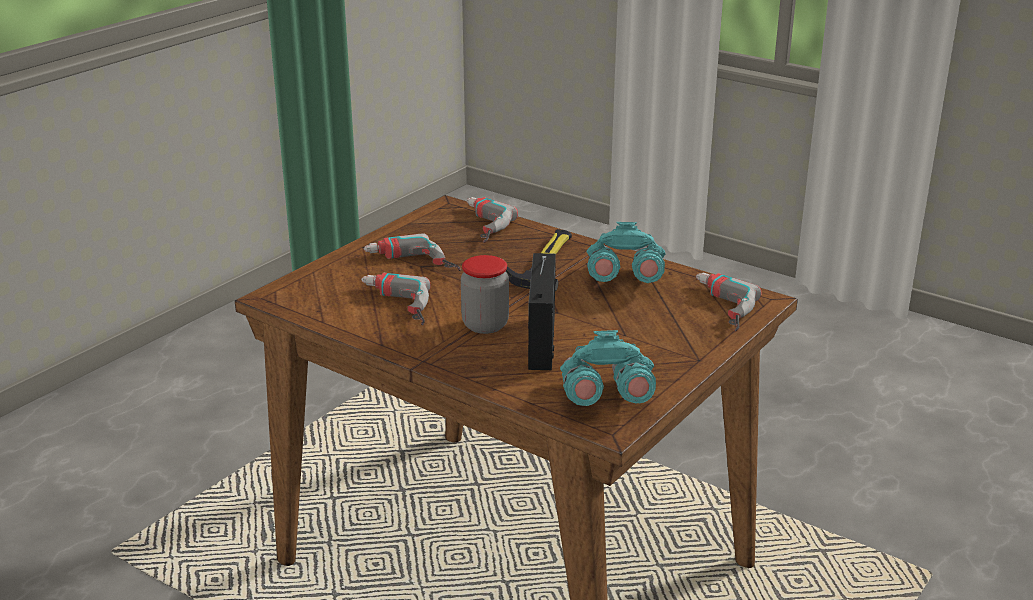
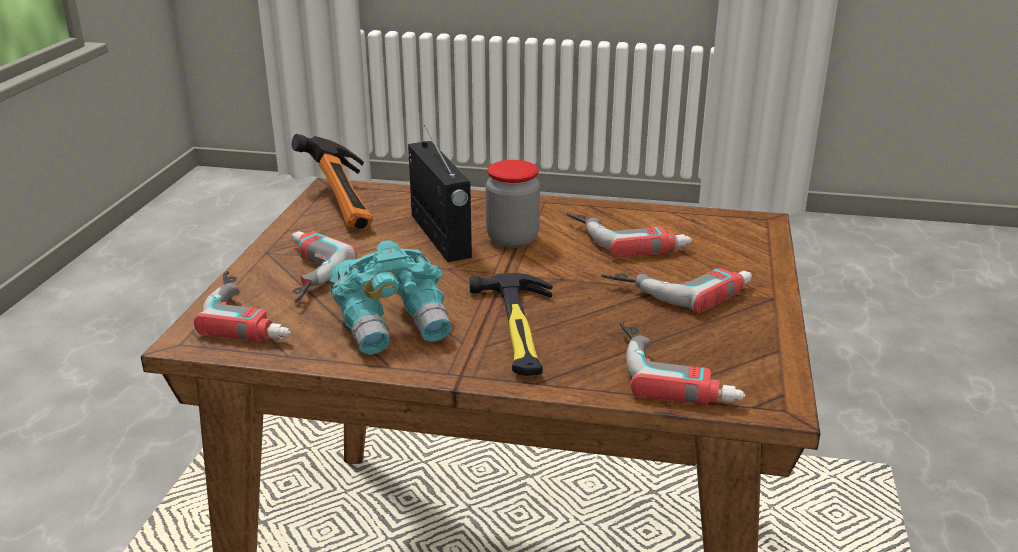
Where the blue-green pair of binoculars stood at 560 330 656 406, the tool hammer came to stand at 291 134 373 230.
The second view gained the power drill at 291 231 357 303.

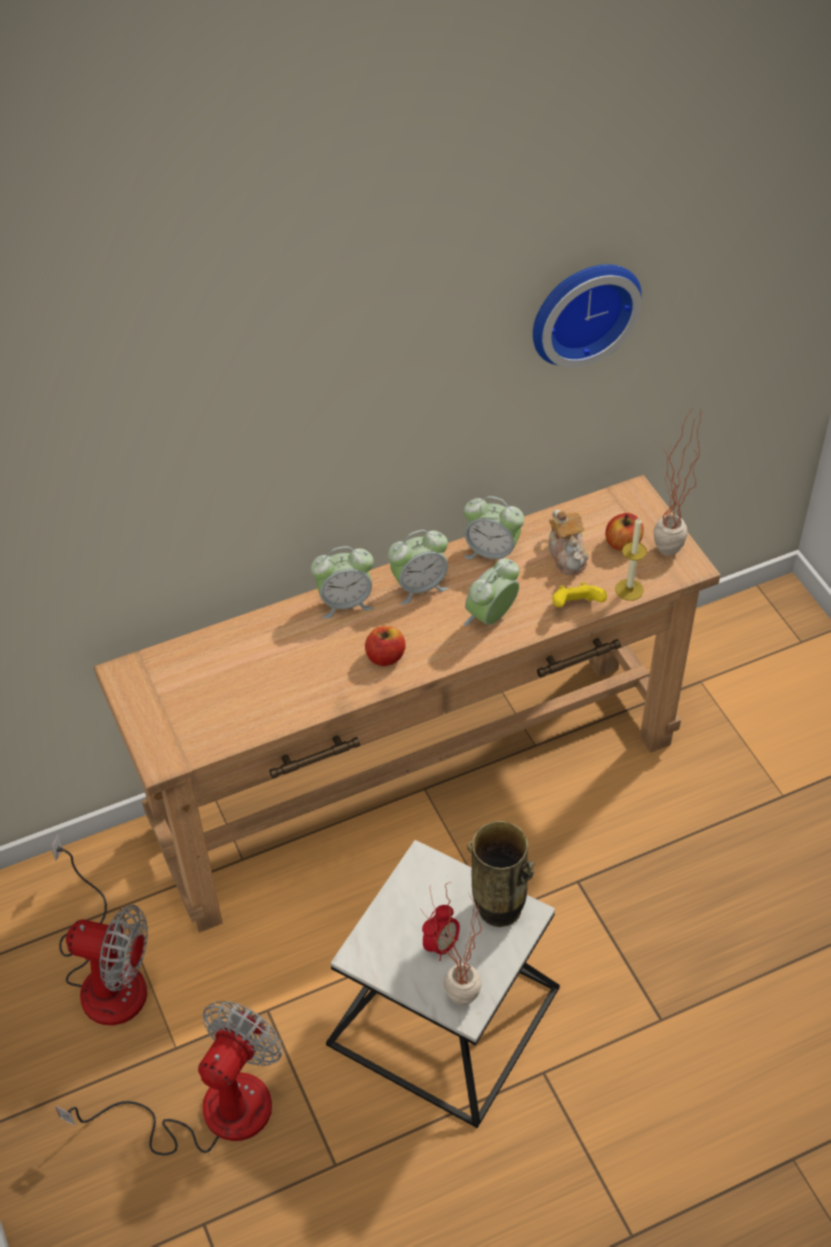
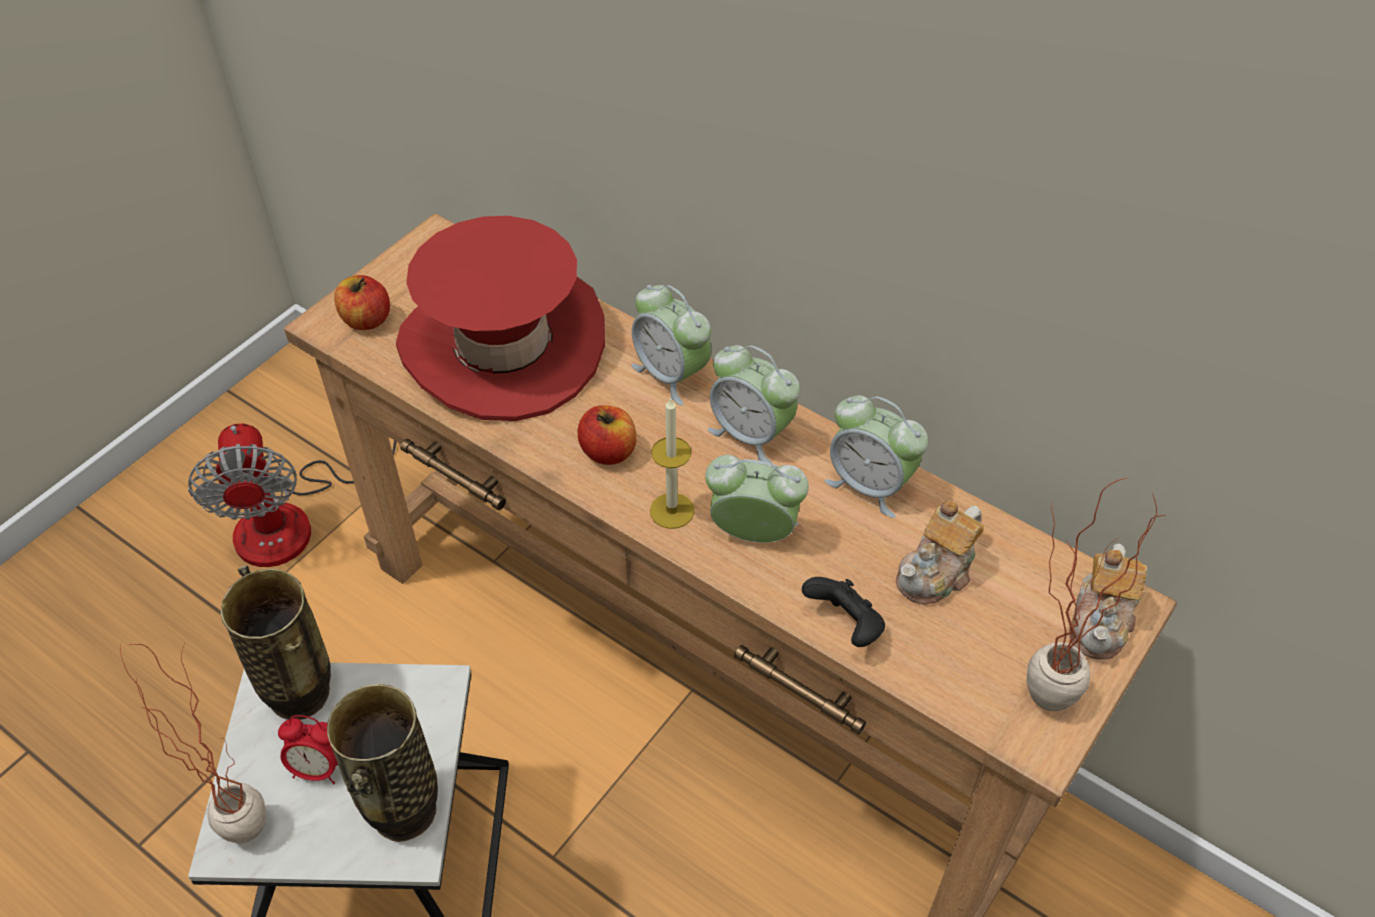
The second view gained the vase at 221 565 331 720.
The apple fruit ended up elsewhere, having gone from 605 513 644 551 to 334 275 390 330.
The second view gained the reddish clothing hat at 396 216 605 421.
The wax candle ended up elsewhere, having gone from 615 517 647 601 to 650 397 695 529.
What was the yellowish game controller at 553 582 607 608 turned into the black game controller at 802 577 885 647.
The alarm clock at 464 496 524 560 ended up facing another way, 45 degrees counterclockwise from before.
The second view gained the teapot at 1069 544 1147 659.
The second view lost the electric fan at 55 1001 282 1155.
The second view lost the clock on the wall at 533 264 642 368.

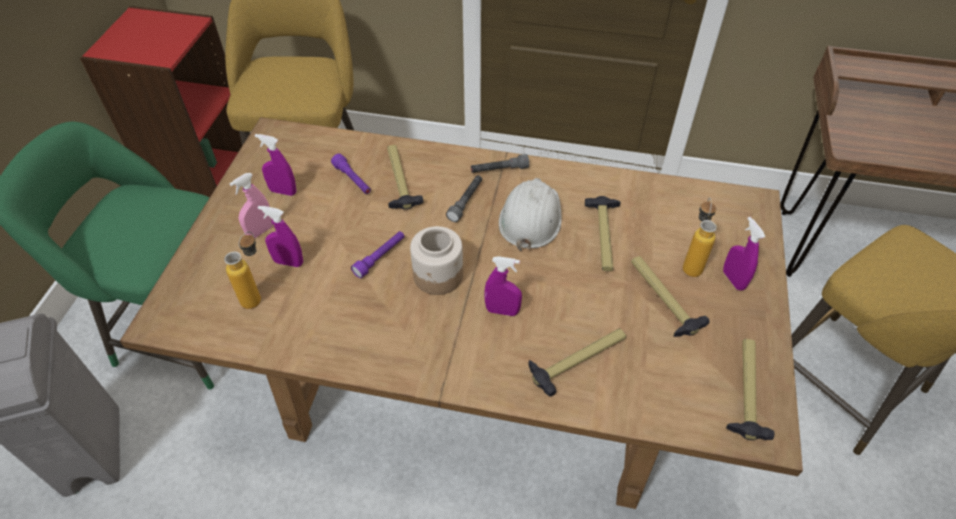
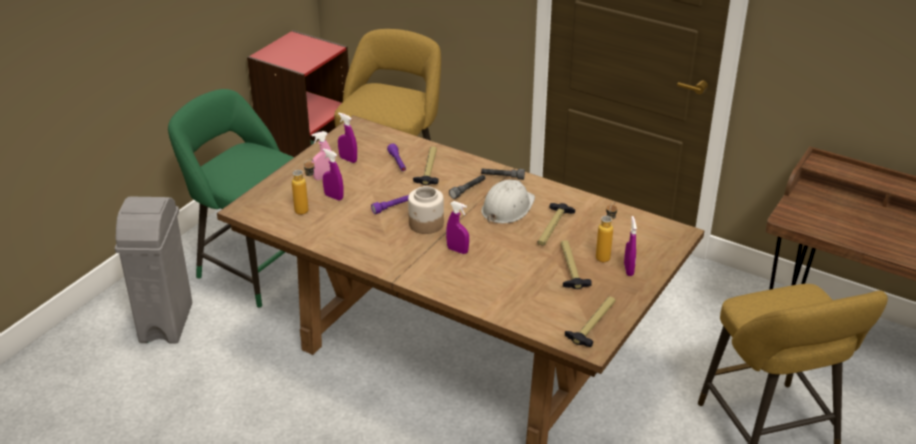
The second view lost the tool hammer at 528 328 626 397.

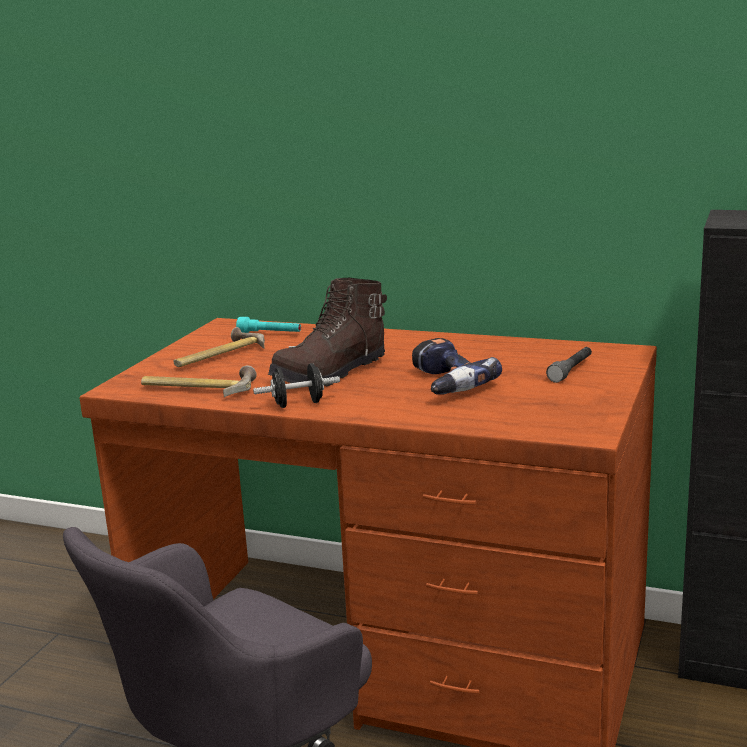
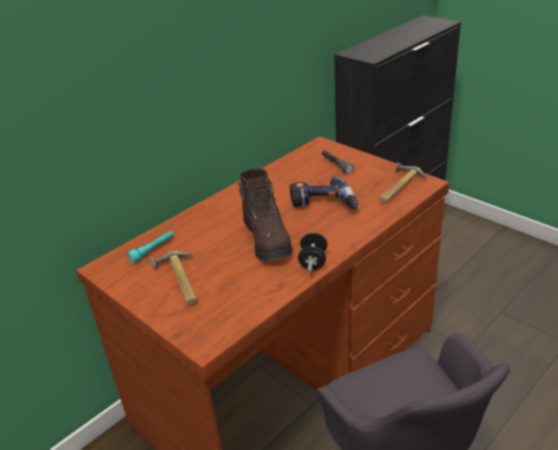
The tool hammer ended up elsewhere, having gone from 141 366 257 397 to 379 162 426 202.

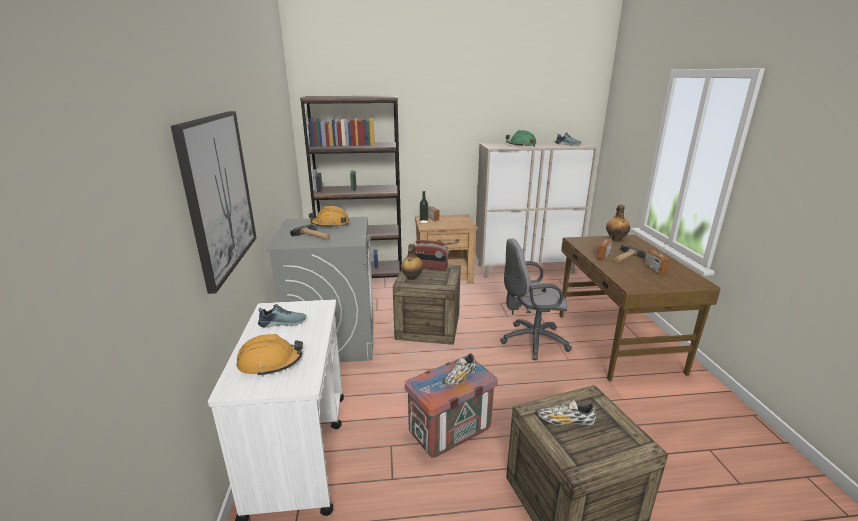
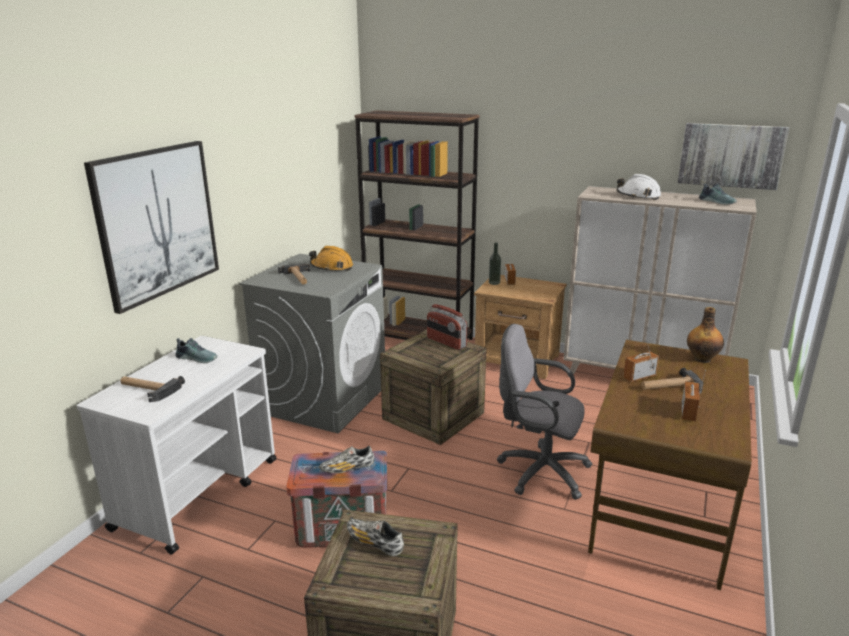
Where the orangey work helmet stood at 237 334 303 377, the tool hammer came to stand at 120 376 185 402.
What was the green work helmet at 506 130 536 147 turned into the white work helmet at 617 174 661 200.
The second view gained the wall art at 677 123 789 190.
The second view lost the beverage bottle at 401 244 423 280.

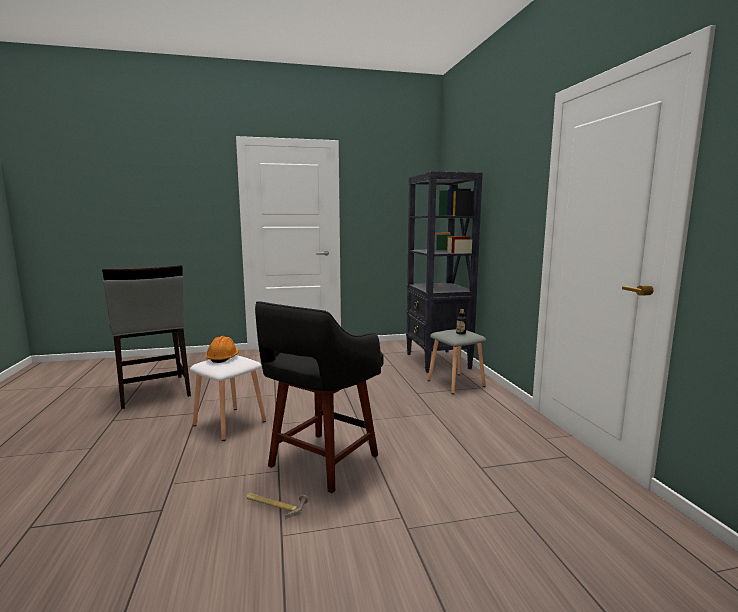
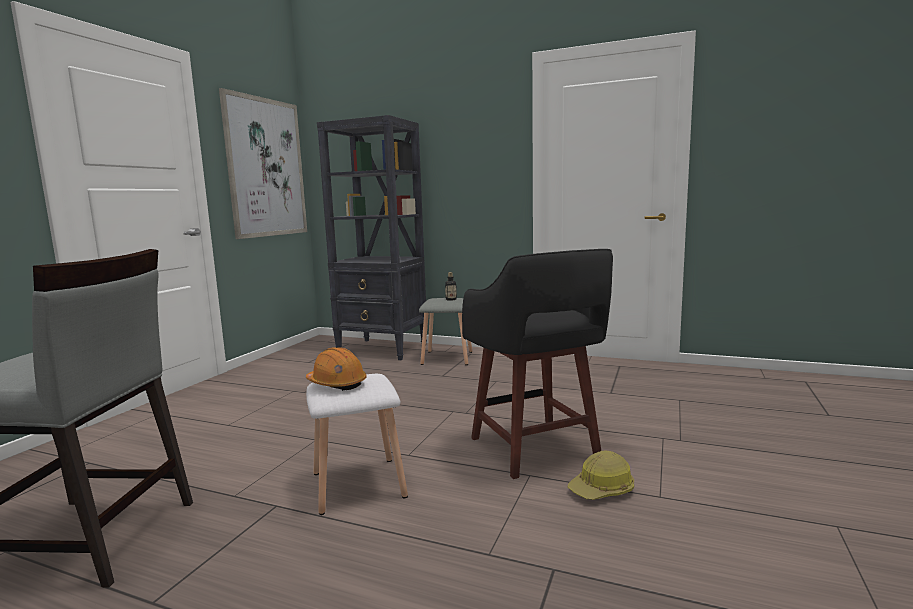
The second view gained the wall art at 219 88 307 239.
Where the tool hammer stood at 246 493 308 519, the work helmet came to stand at 568 451 634 500.

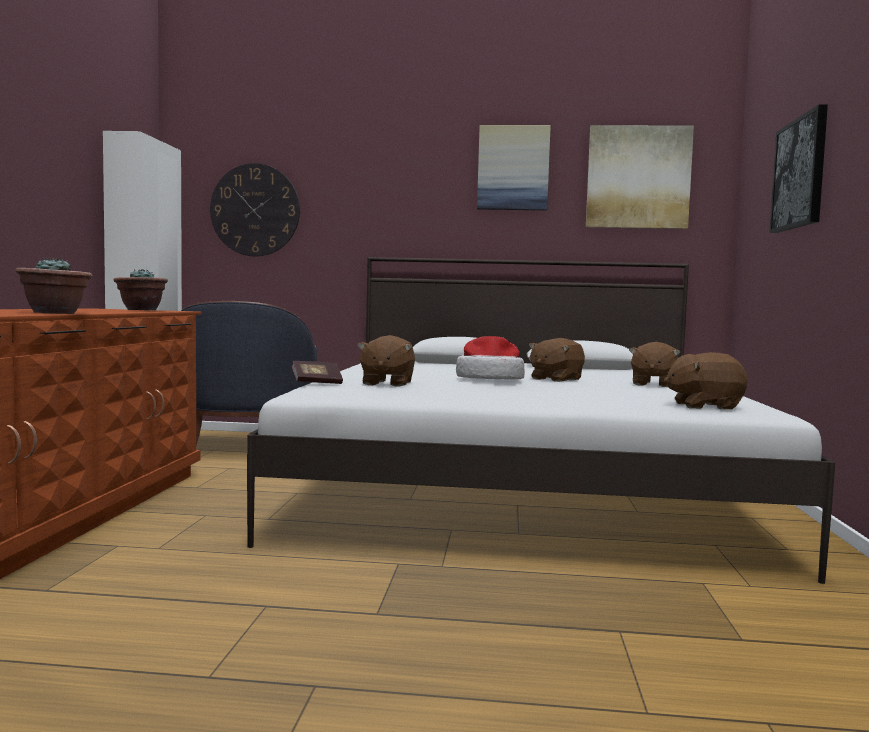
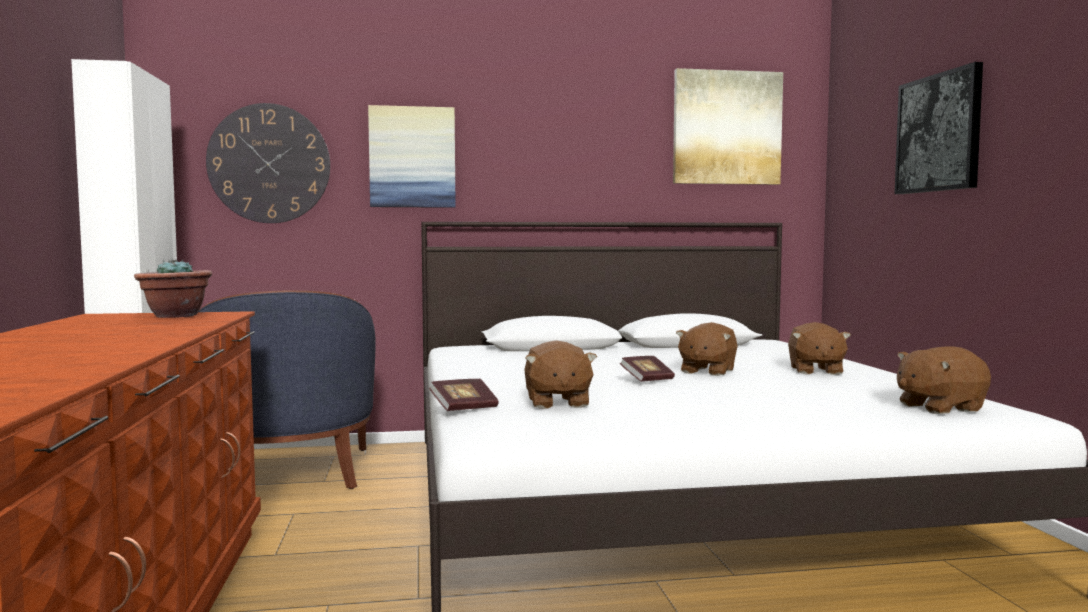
The wall art ended up elsewhere, having gone from 477 125 551 210 to 368 105 456 208.
Where the clothing hat stood at 456 336 524 380, the volume came to stand at 620 356 675 382.
The second view lost the houseplant at 15 257 92 314.

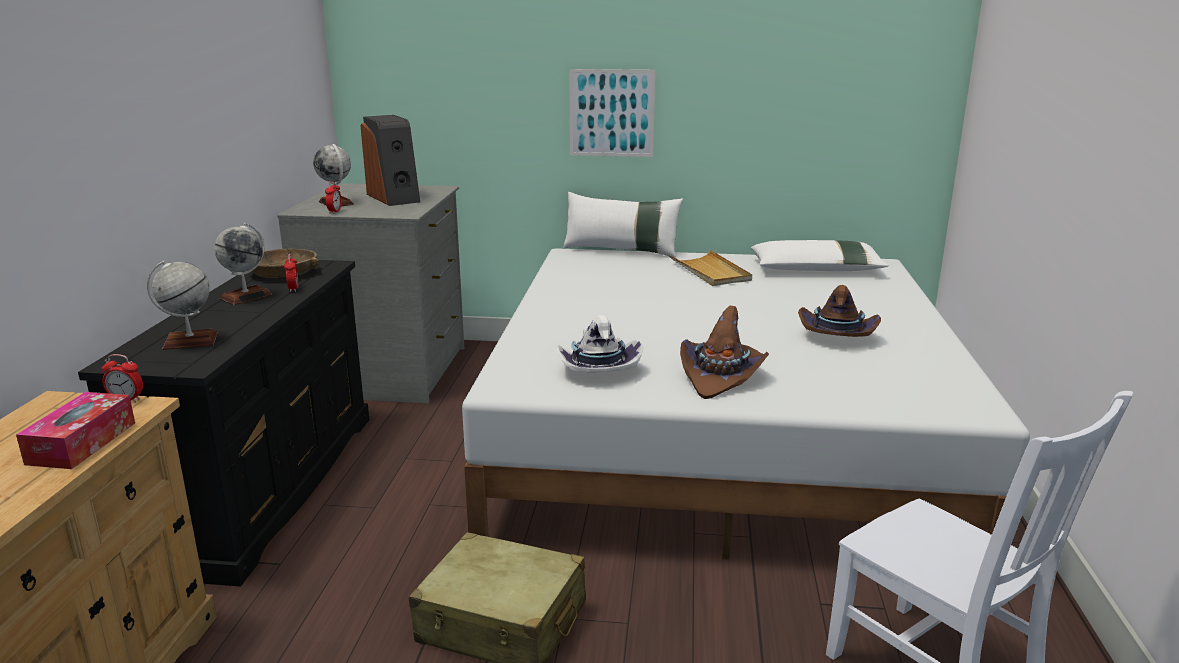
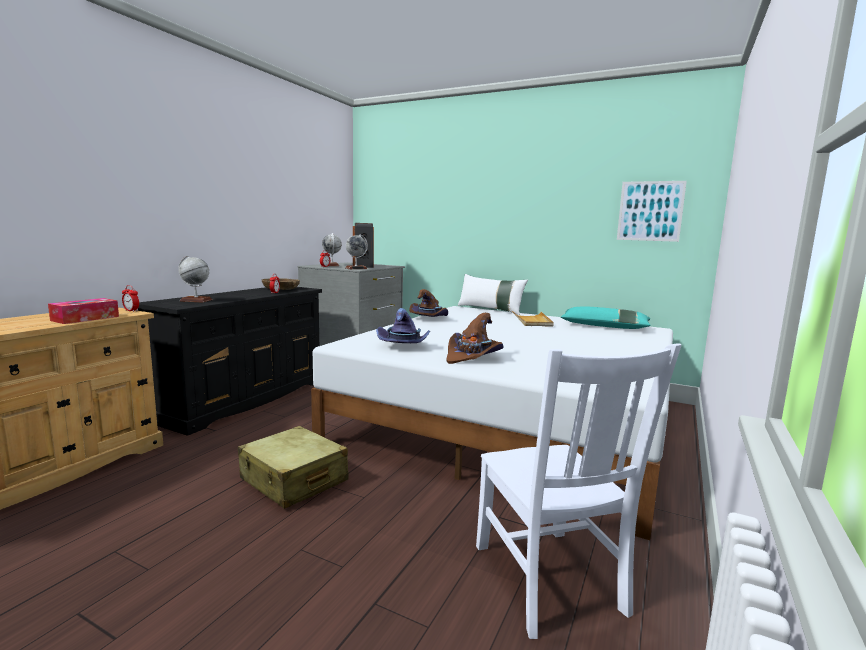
The desk globe ended up elsewhere, having gone from 214 223 272 305 to 345 234 368 269.
What was the white clothing hat at 556 315 643 372 turned into the purple-coloured clothing hat at 376 308 430 343.
The brown-coloured clothing hat ended up elsewhere, having gone from 798 285 881 337 to 409 289 448 317.
What was the white pillow at 751 240 889 271 turned into the blue-green pillow at 561 307 651 329.
The wall art ended up elsewhere, having gone from 569 69 656 157 to 617 181 687 242.

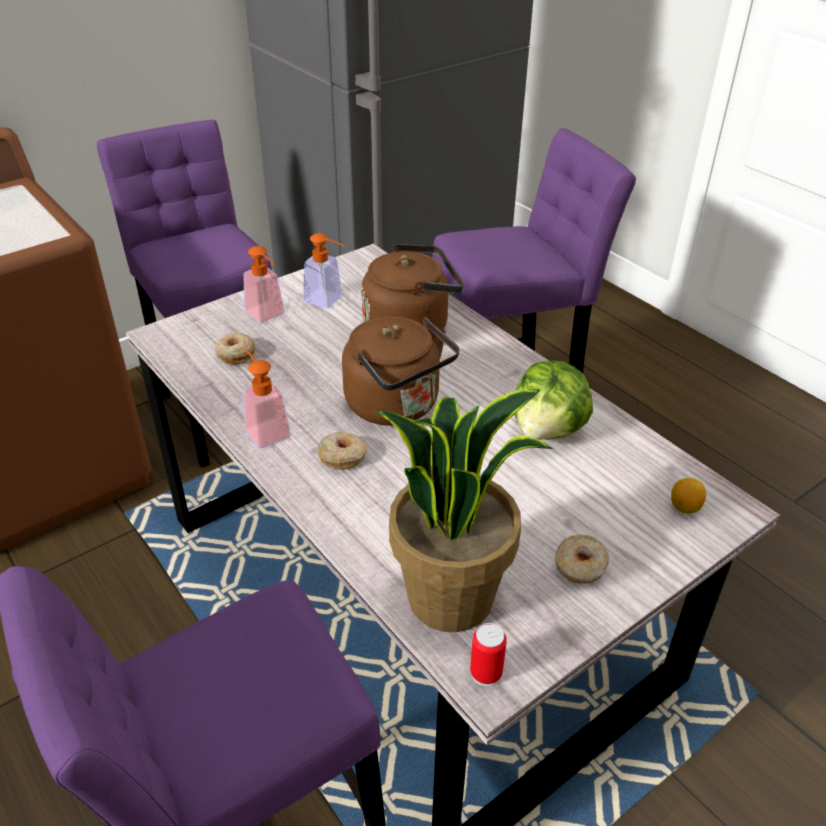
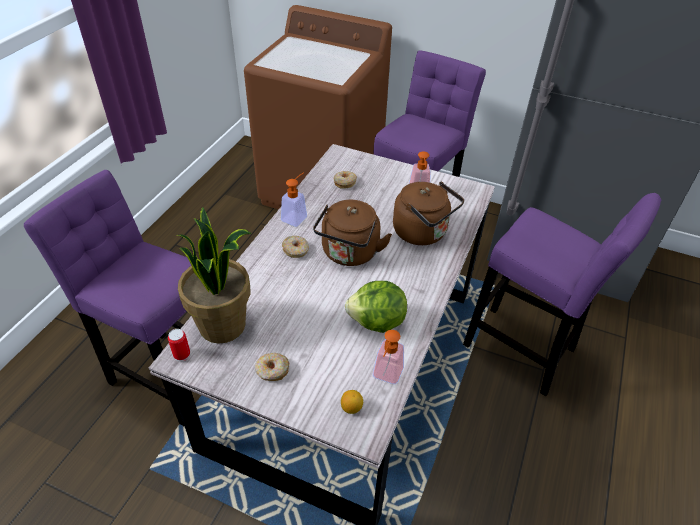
The soap dispenser ended up elsewhere, having gone from 243 246 285 323 to 373 330 404 384.

